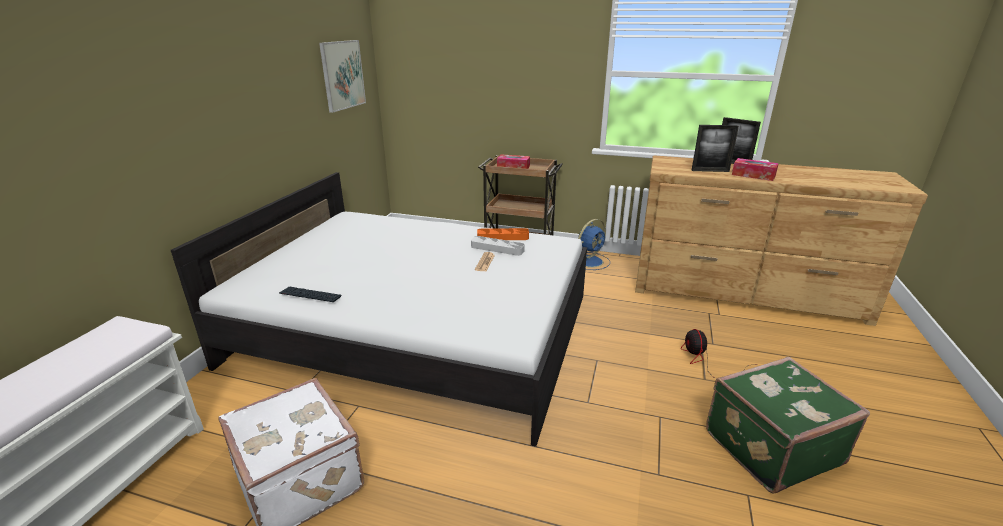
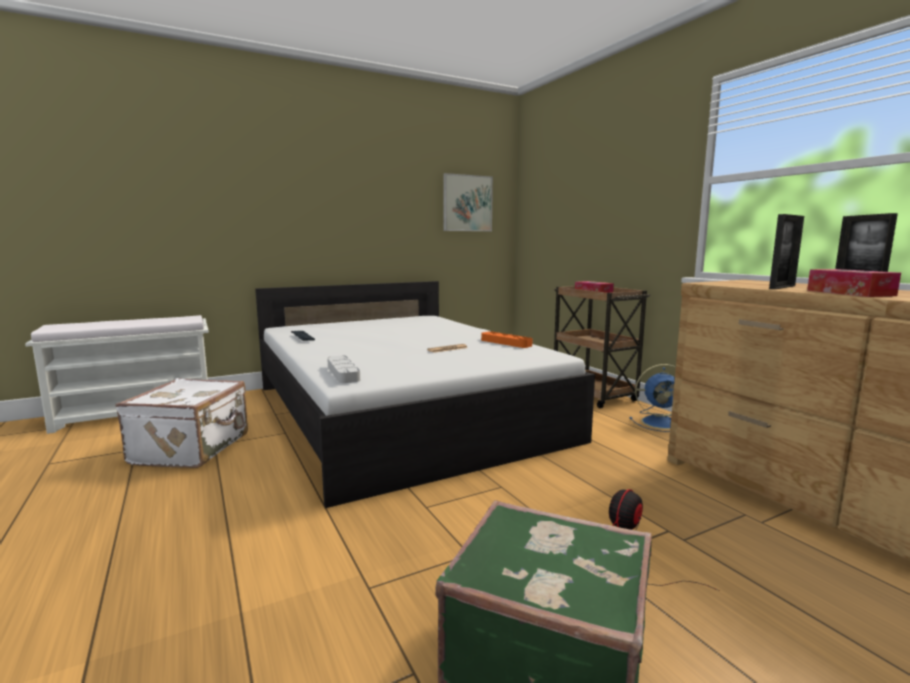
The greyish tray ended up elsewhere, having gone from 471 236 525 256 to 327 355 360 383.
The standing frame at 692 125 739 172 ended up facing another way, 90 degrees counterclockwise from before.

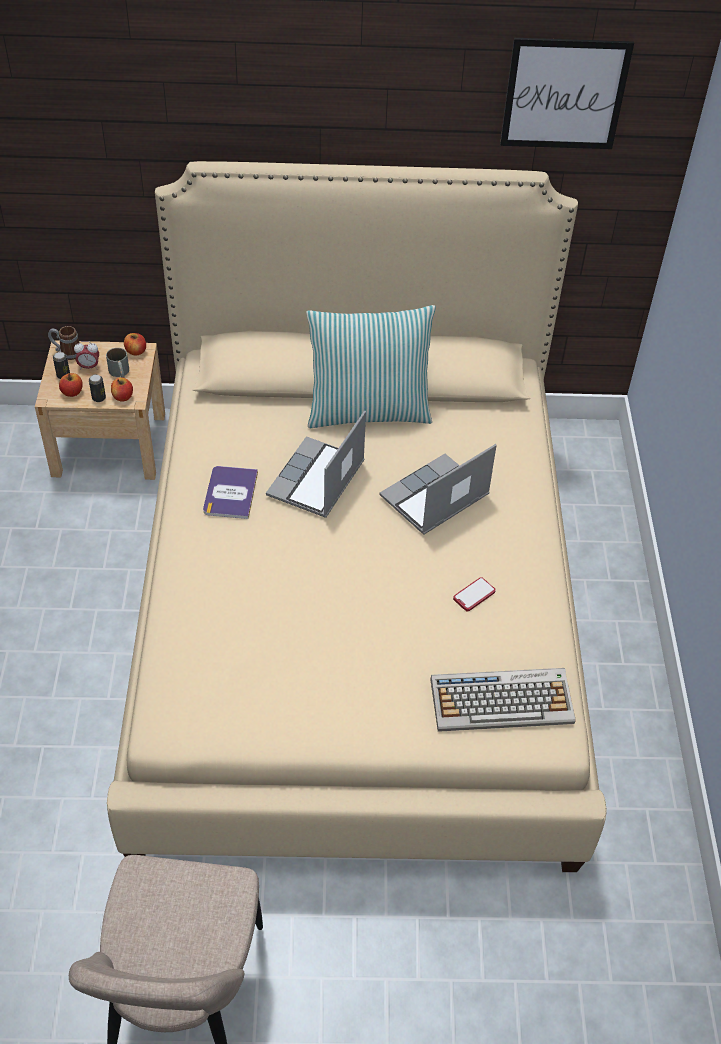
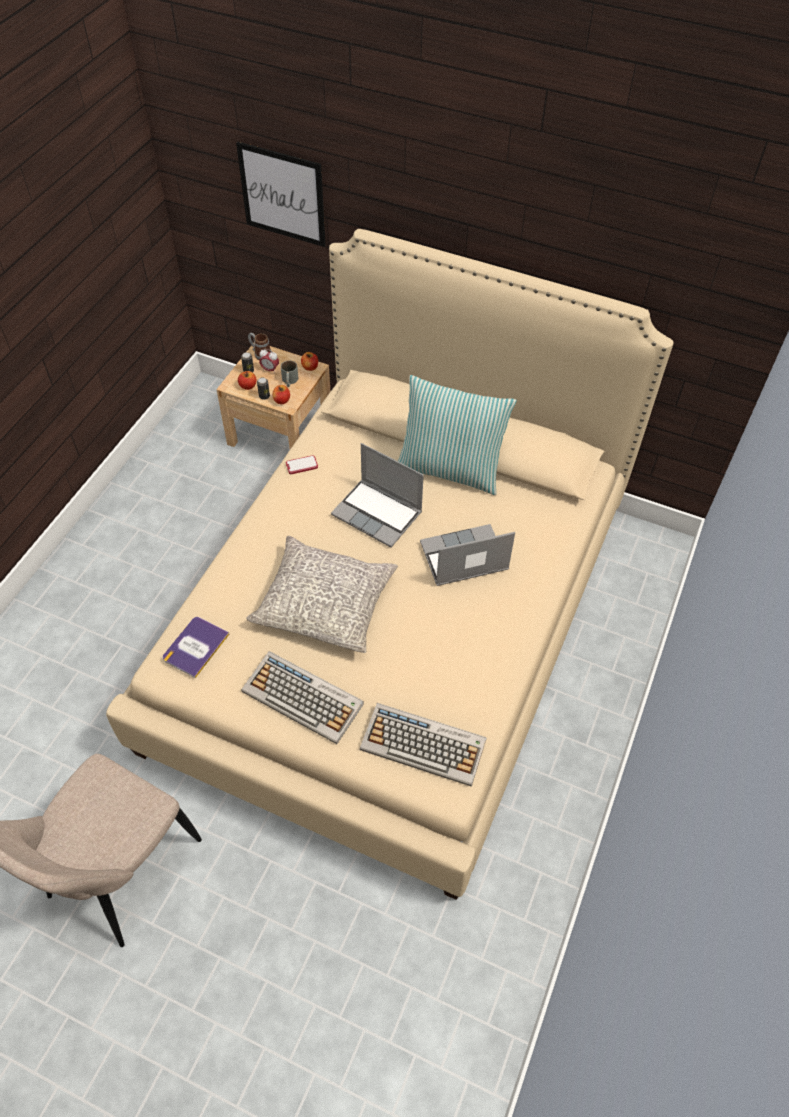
The volume ended up elsewhere, having gone from 203 466 258 519 to 163 617 229 678.
The wall art ended up elsewhere, having gone from 500 38 634 149 to 236 141 326 247.
The second view gained the PC keyboard at 241 651 364 744.
The second view gained the greyish pillow at 246 536 398 653.
The phone ended up elsewhere, having gone from 453 577 496 612 to 286 455 318 474.
The portable computer at 266 410 366 518 ended up facing another way, 105 degrees counterclockwise from before.

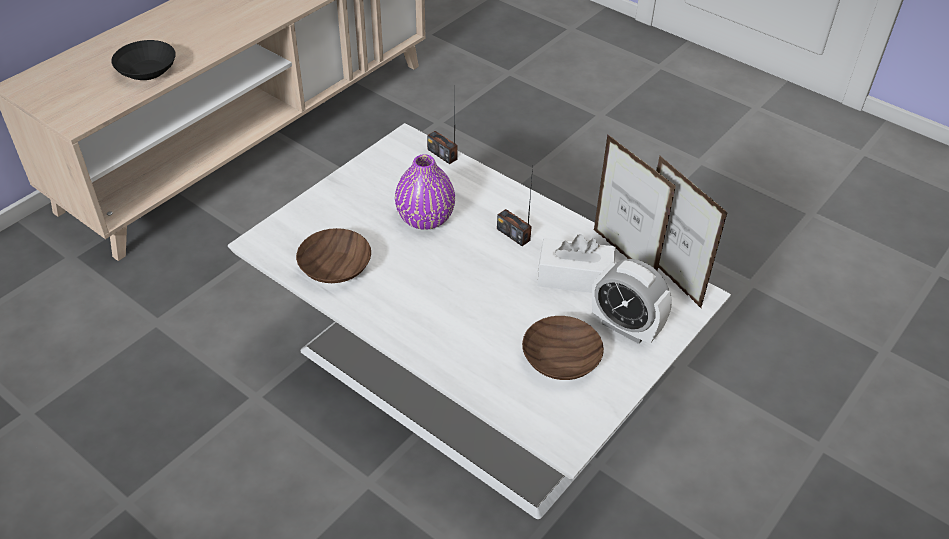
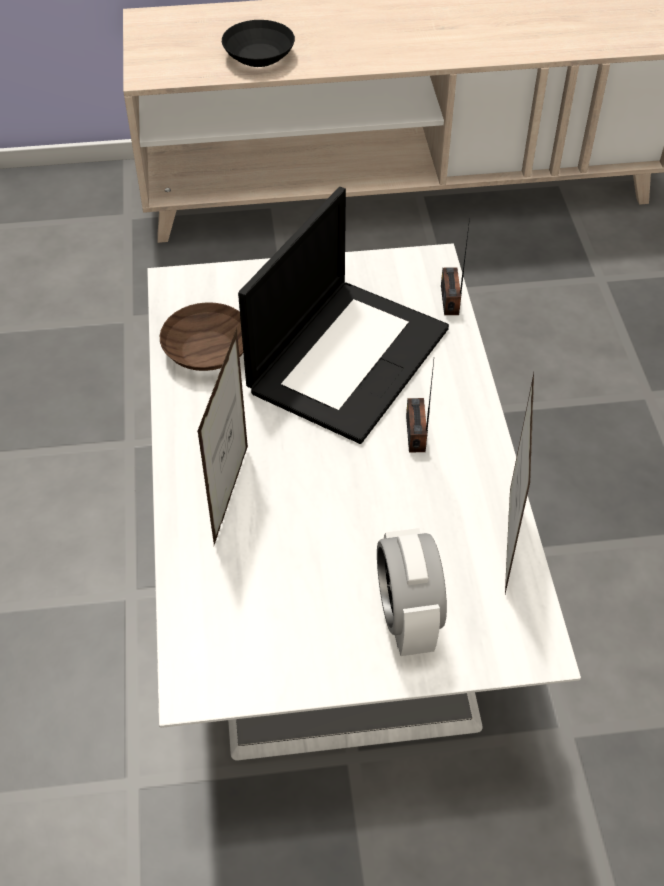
The standing frame ended up elsewhere, having gone from 657 156 728 309 to 197 328 248 545.
Where the purple-coloured vase stood at 395 154 455 230, the portable computer came to stand at 238 187 449 444.
The second view lost the brown-coloured serving bowl at 522 316 604 380.
The second view lost the white tissue holder at 537 234 616 293.

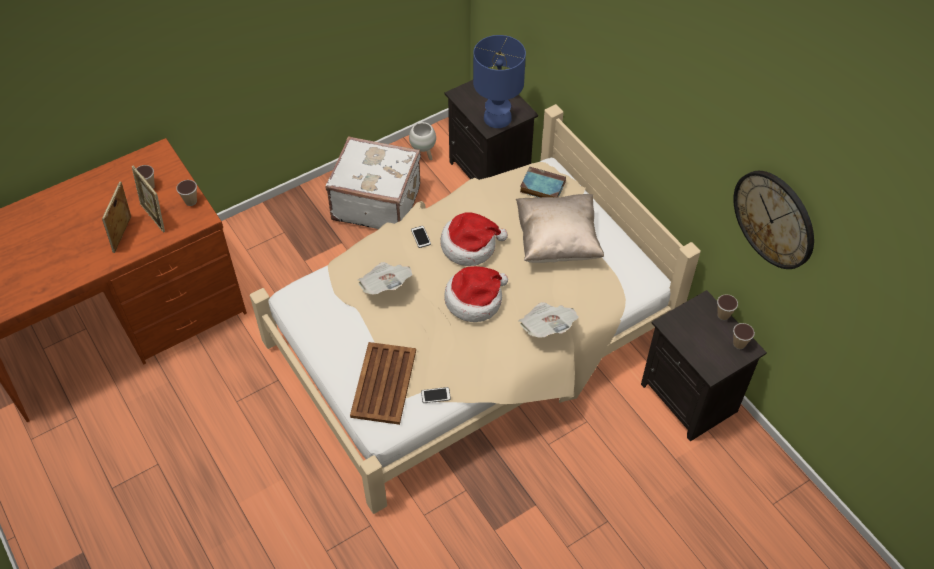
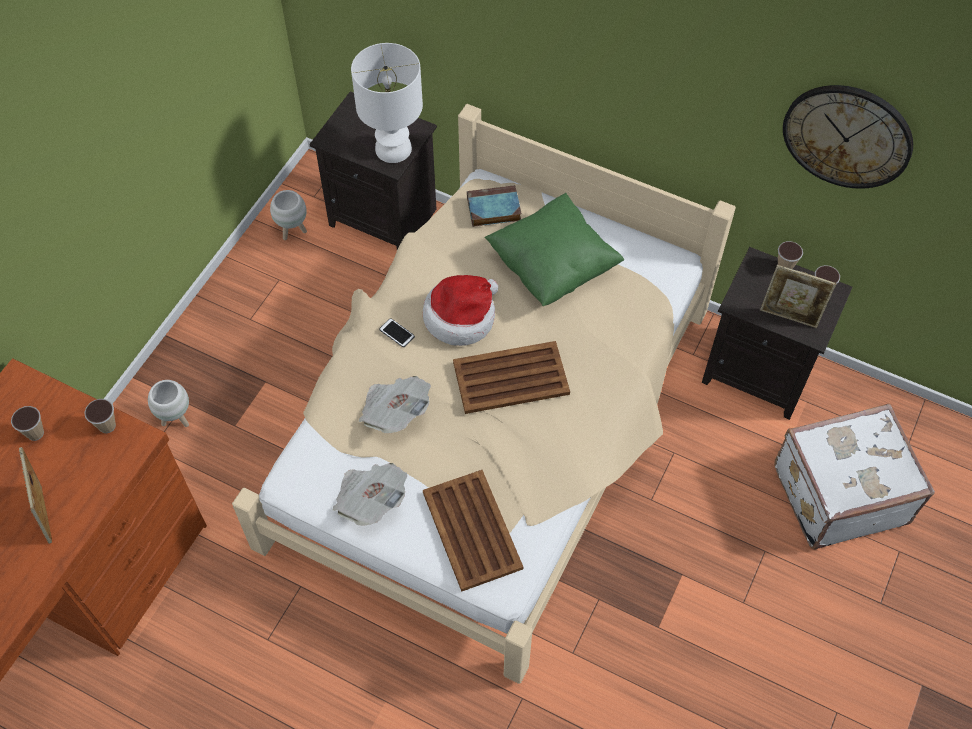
The second view gained the white flower pot at 148 380 189 427.
The daily paper ended up elsewhere, having gone from 518 302 579 338 to 332 463 408 526.
What was the blue-coloured tabletop lamp at 473 35 526 128 turned into the white tabletop lamp at 351 43 423 163.
Where the clothing hat stood at 444 266 508 322, the brown-coloured tray came to stand at 453 341 570 414.
What was the beige pillow at 516 194 604 263 turned into the green pillow at 484 193 624 306.
The standing frame ended up elsewhere, having gone from 132 166 165 233 to 760 265 836 328.
The white suitcase ended up elsewhere, having gone from 326 136 421 229 to 774 404 935 549.
The second view lost the phone at 421 387 451 403.

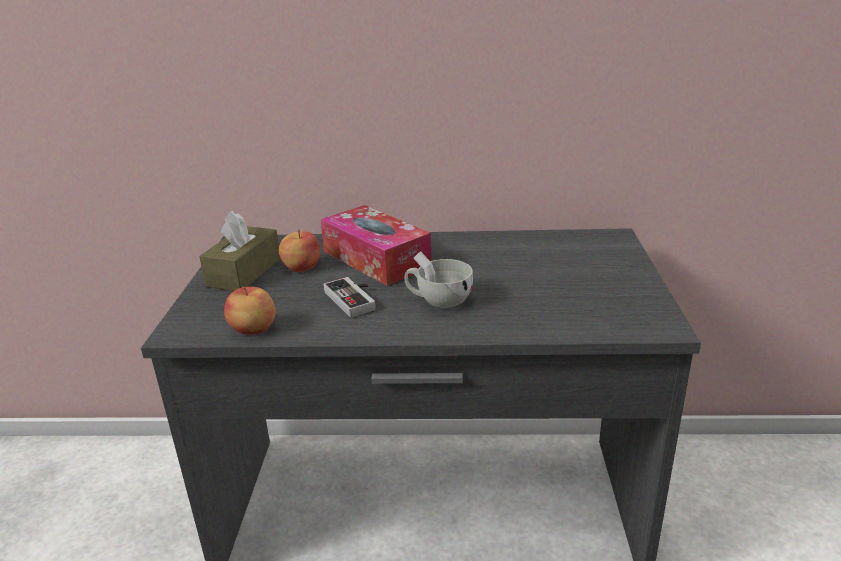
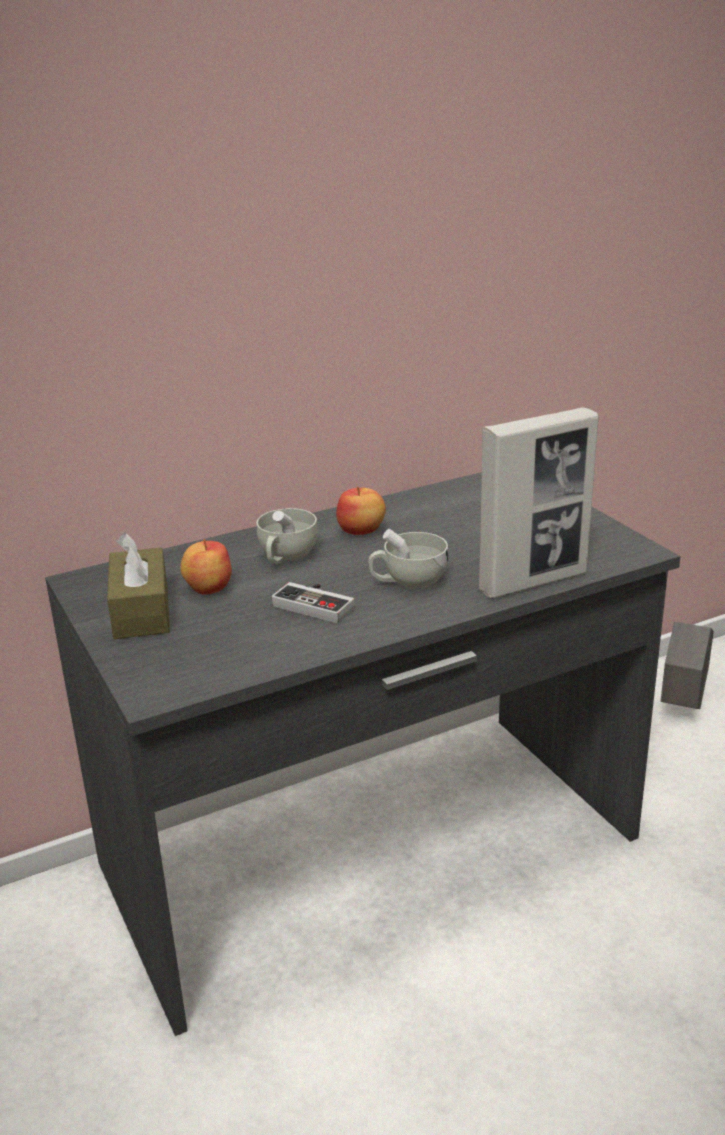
Where the tissue holder stood at 320 205 432 286, the white drinking cup came to stand at 257 508 318 564.
The apple fruit ended up elsewhere, having gone from 224 287 276 335 to 336 487 386 535.
The second view gained the standing frame at 479 407 599 598.
The second view gained the greyish flower pot at 661 622 714 709.

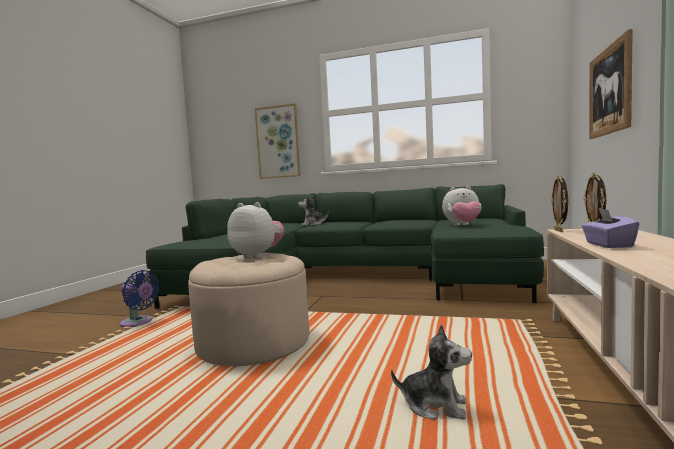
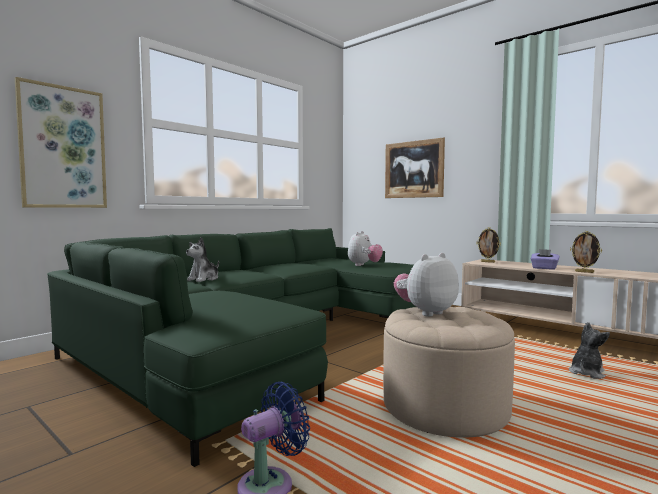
The standing frame ended up elsewhere, having gone from 551 175 568 232 to 570 231 602 273.

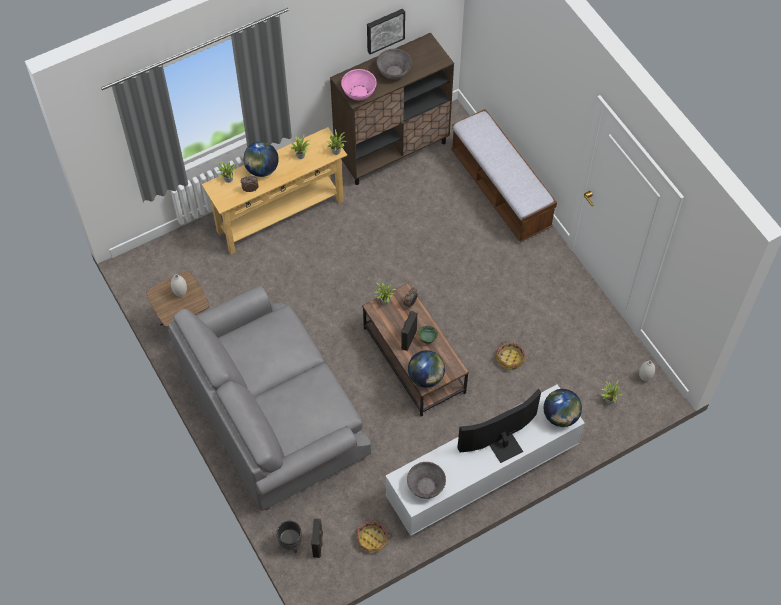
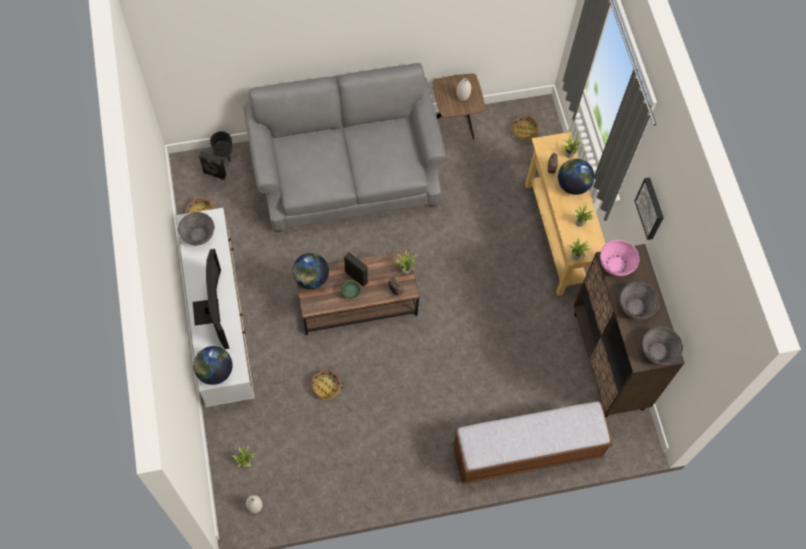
The second view gained the household basket at 511 115 540 140.
The wall art ended up elsewhere, having gone from 367 9 405 54 to 635 177 664 240.
The second view gained the greyish serving bowl at 642 326 683 365.

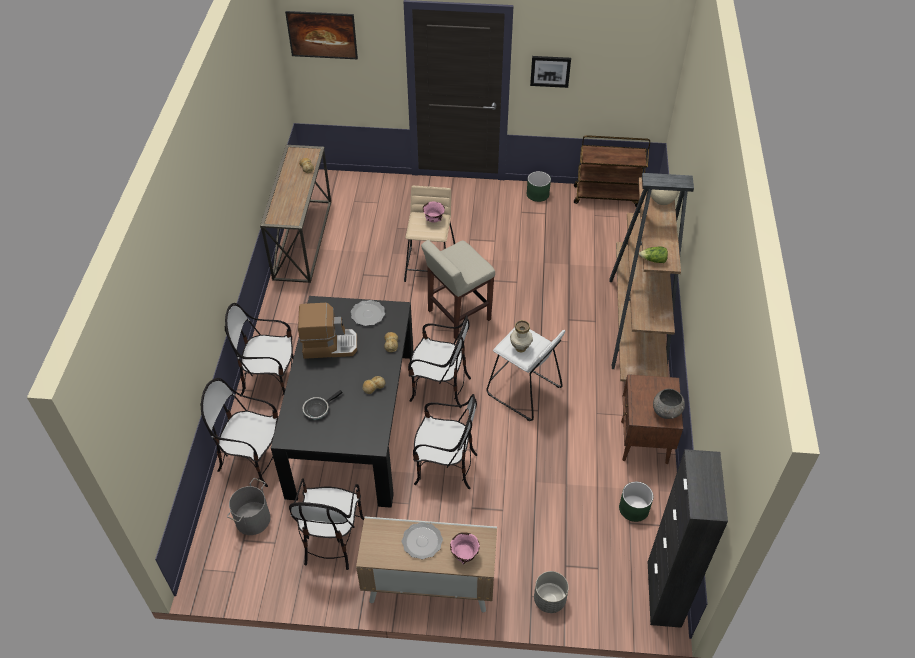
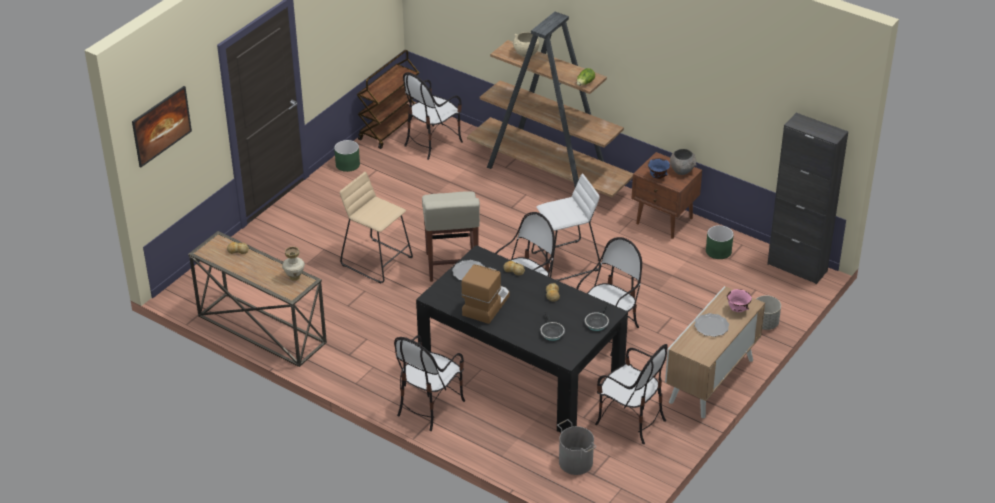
The vase ended up elsewhere, having gone from 510 320 533 353 to 282 246 305 281.
The chair ended up elsewhere, having gone from 200 378 278 487 to 403 72 463 160.
The second view gained the skillet at 585 302 609 331.
The second view gained the blue-coloured serving bowl at 648 158 670 179.
The second view lost the pink serving bowl at 423 202 445 223.
The second view lost the wall art at 530 56 571 88.

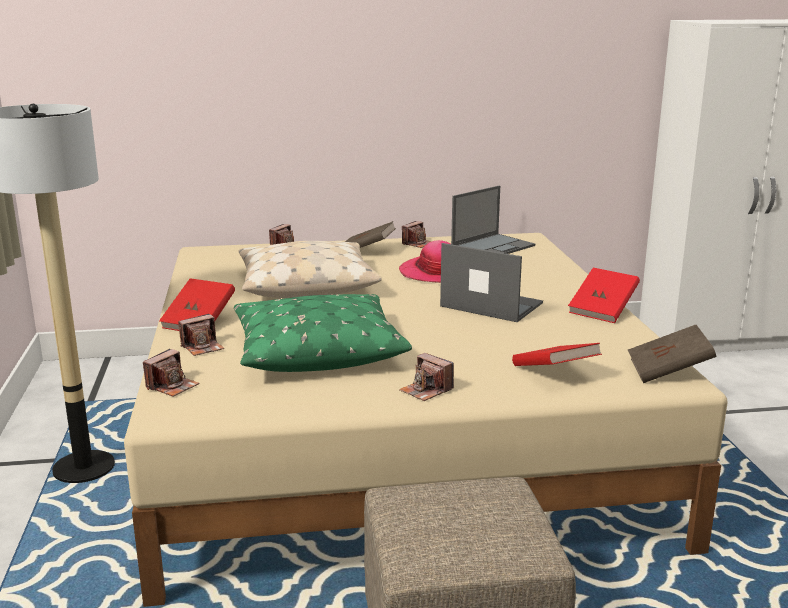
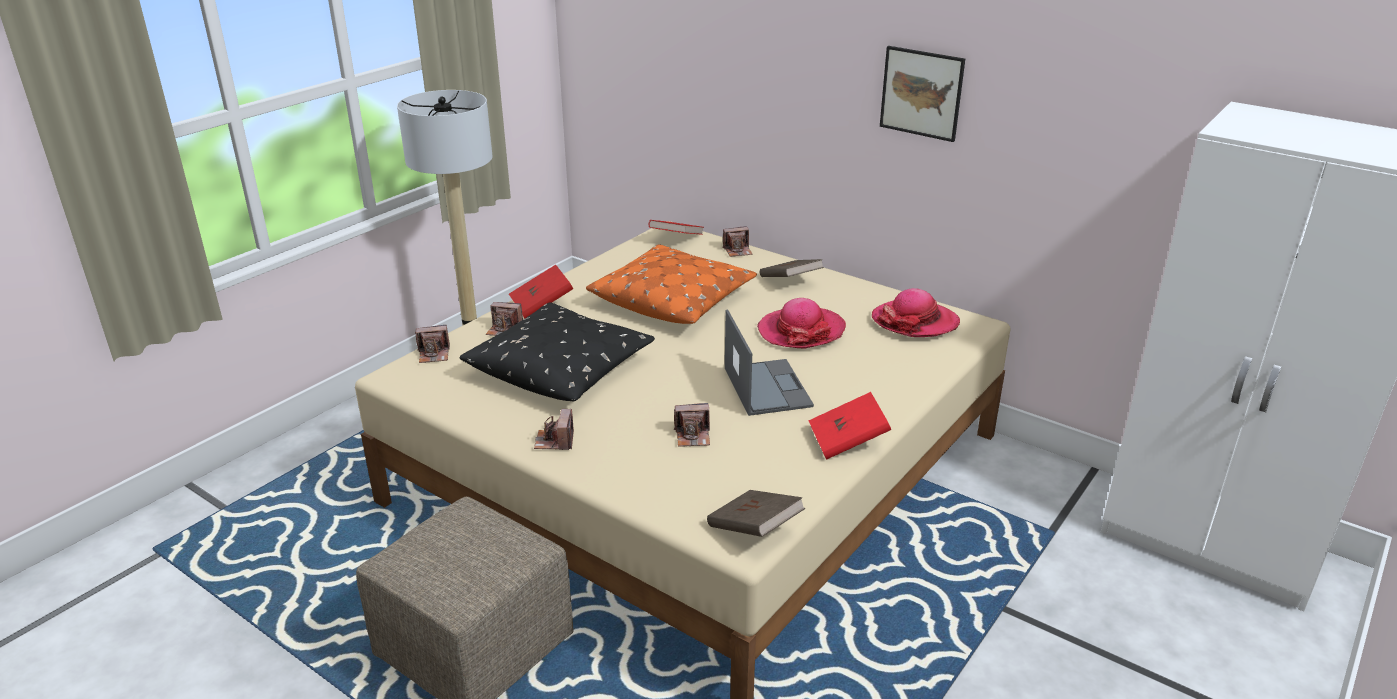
What was the green pillow at 234 294 412 372 turned into the black pillow at 460 303 655 401.
What was the beige pillow at 238 241 382 298 turned into the orangey pillow at 586 244 757 324.
The reddish volume ended up elsewhere, having gone from 512 343 602 366 to 649 220 704 235.
The still camera ended up elsewhere, having gone from 402 221 432 248 to 674 403 710 447.
Where the portable computer stood at 451 185 535 254, the clothing hat came to stand at 872 288 960 337.
The second view gained the wall art at 880 46 965 142.

